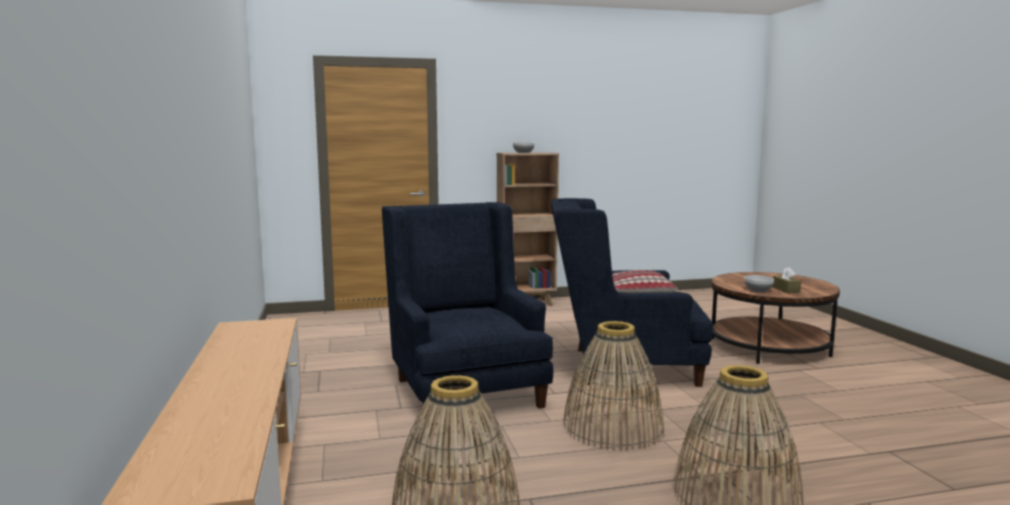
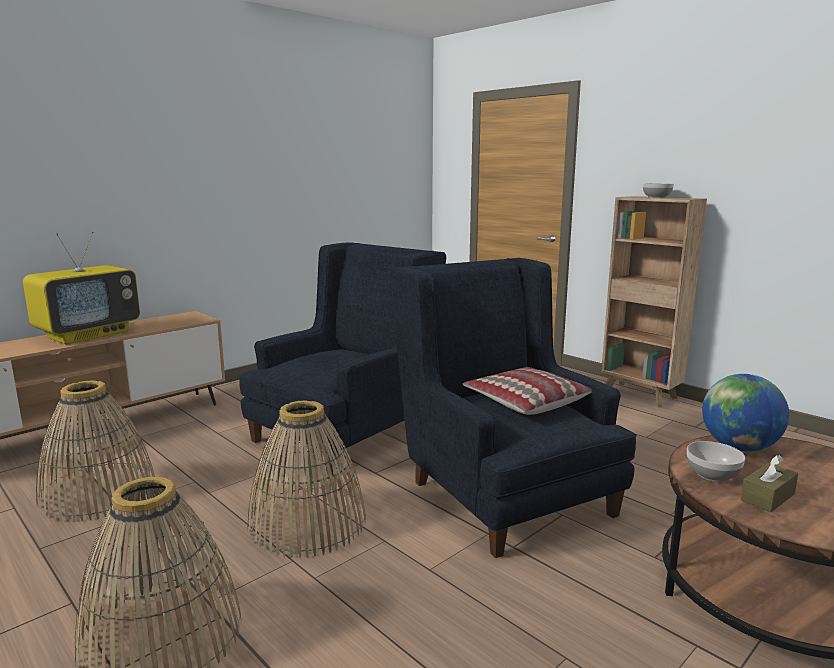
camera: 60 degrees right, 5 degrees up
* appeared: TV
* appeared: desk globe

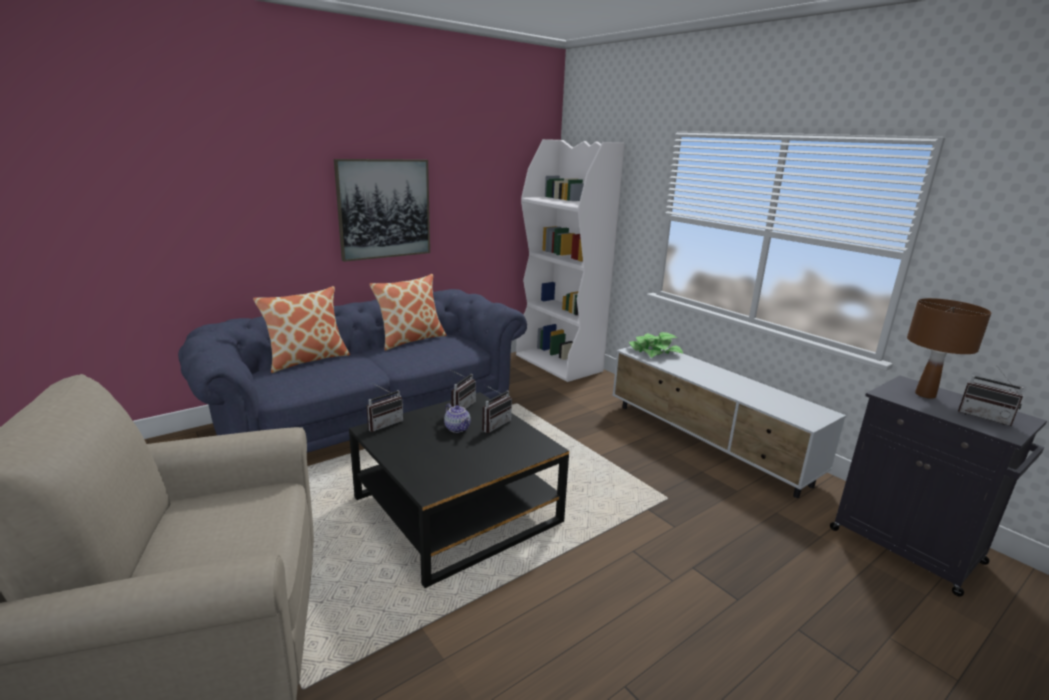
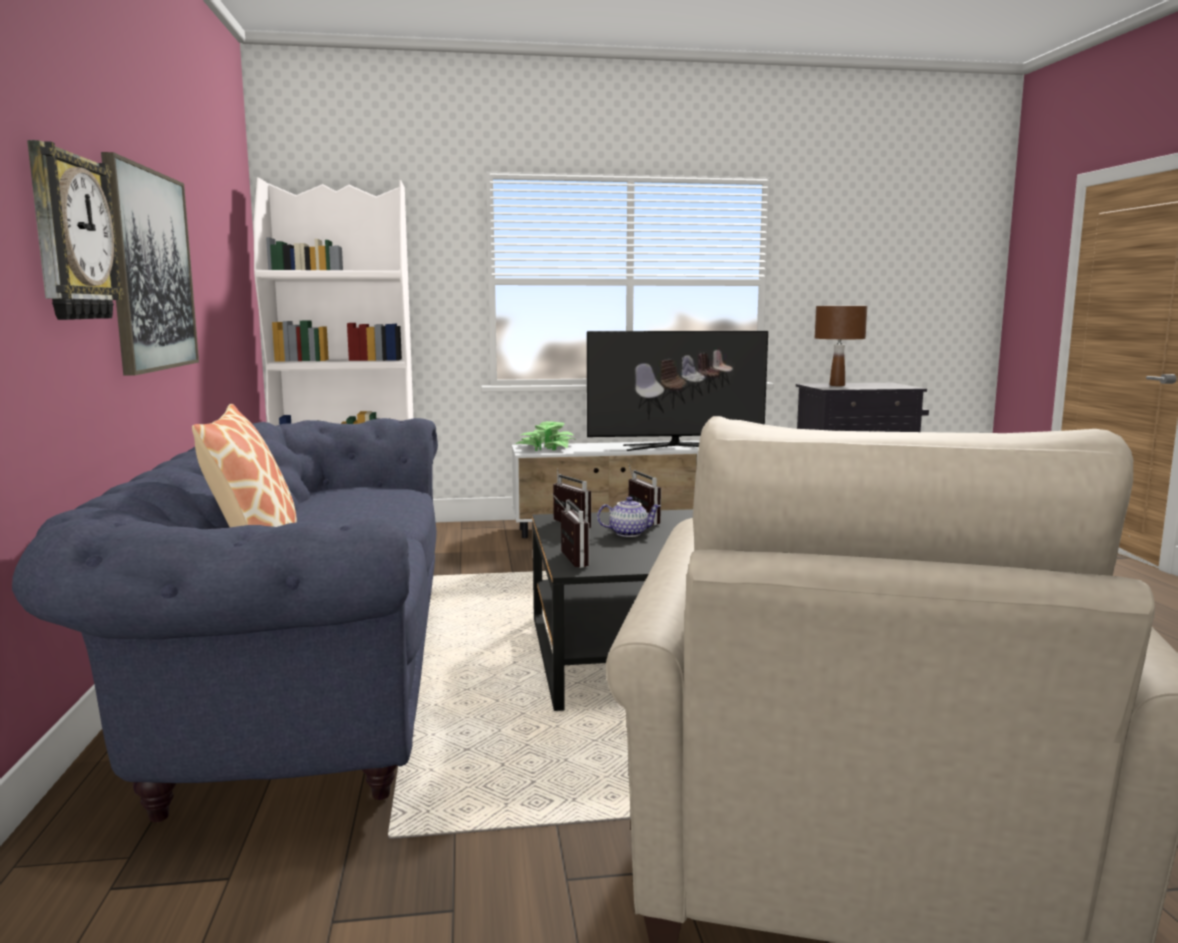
camera: 60 degrees left, 10 degrees down
* missing: cushion (no. 2 from left)
* missing: radio receiver (no. 4 from left)
* appeared: clock on the wall
* appeared: TV

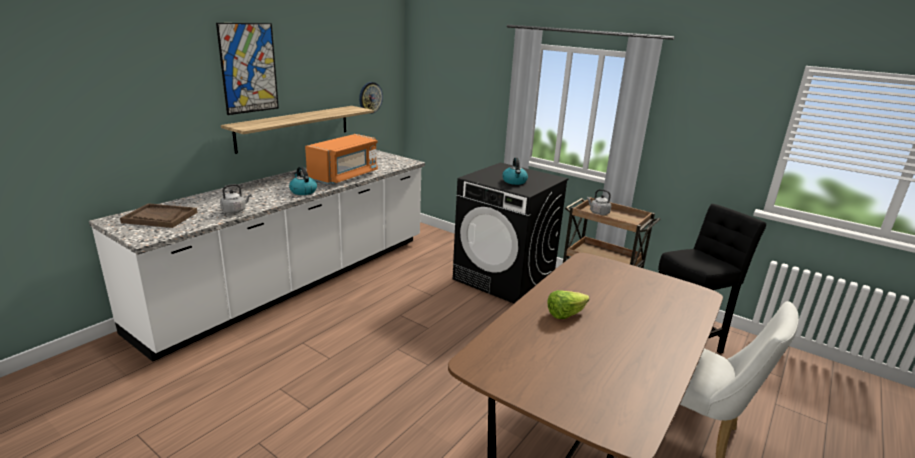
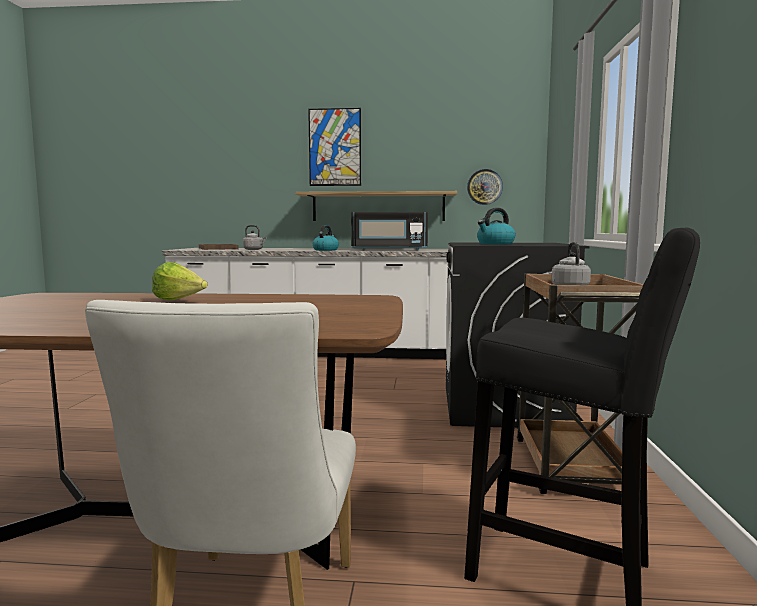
camera: 60 degrees right, 15 degrees down
* colour: kitchen microwave (orange) to kitchen microwave (black-coloured)

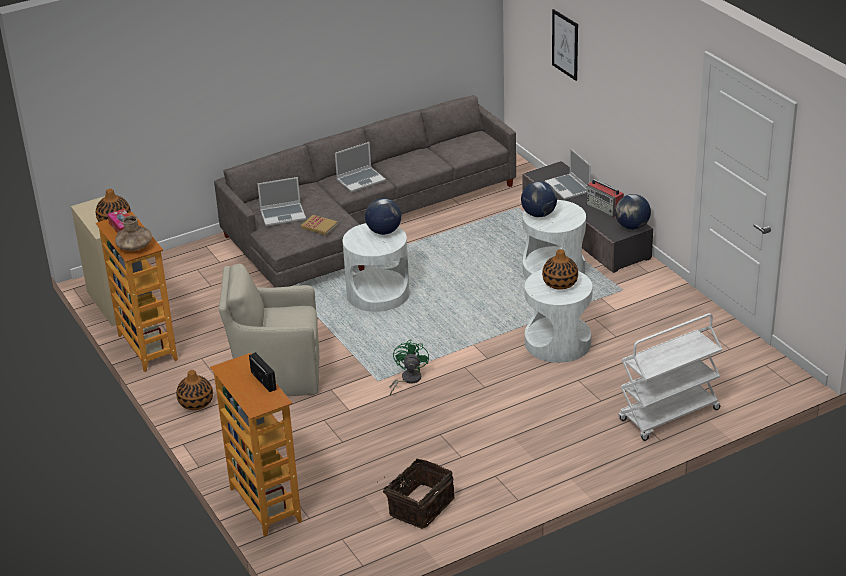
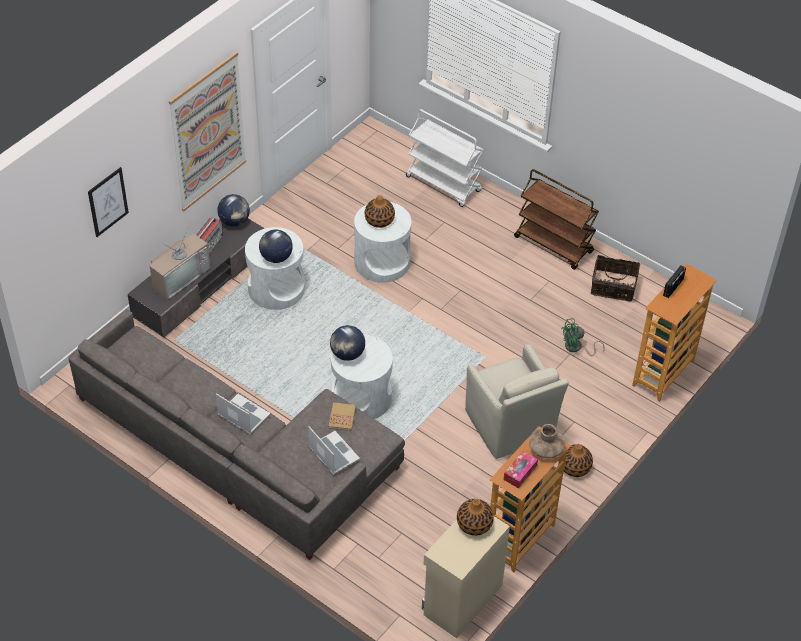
camera: 115 degrees left, 15 degrees up
* relocated: electric fan (green-coloured)
* exchanged: notebook computer (no. 3 from left) to TV
* appeared: picture (no. 2 from left)
* appeared: trolley (brown-coloured)

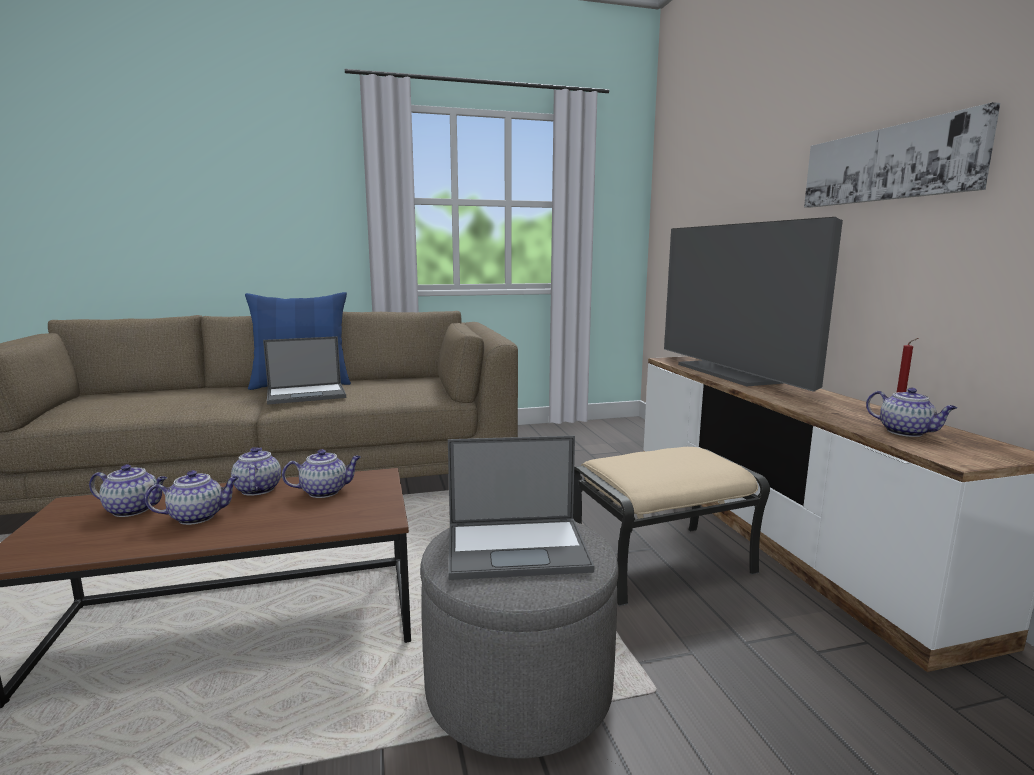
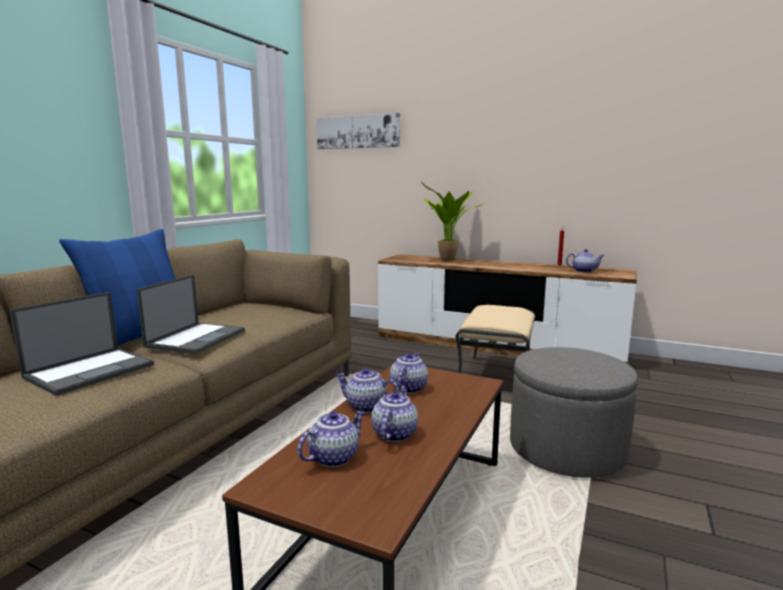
camera: 50 degrees left, 0 degrees up
* relocated: notebook computer (no. 2 from left in the first image) to notebook computer (no. 1 from left)
* exchanged: TV to potted plant
* relocated: picture

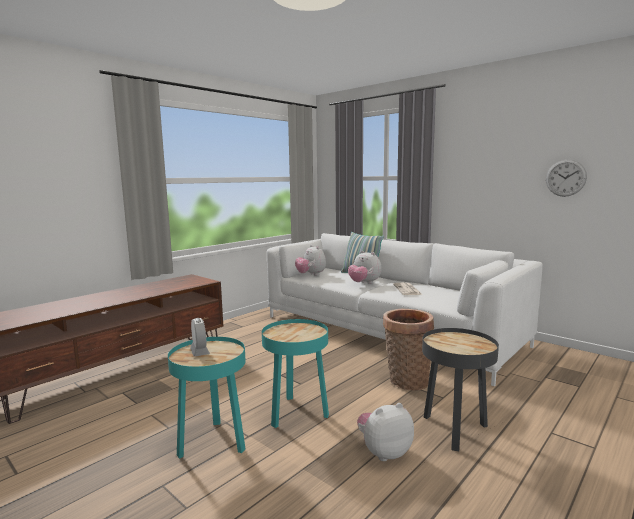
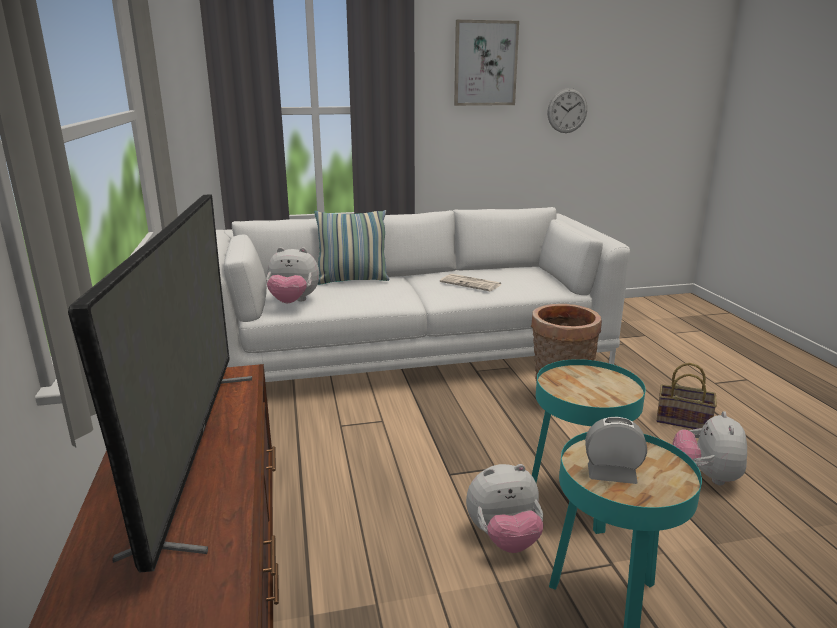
camera: 55 degrees left, 10 degrees up
* relocated: soft toy (no. 2 from left)
* exchanged: side table (black-coloured) to household basket (no. 2 from left)
* appeared: TV
* appeared: picture

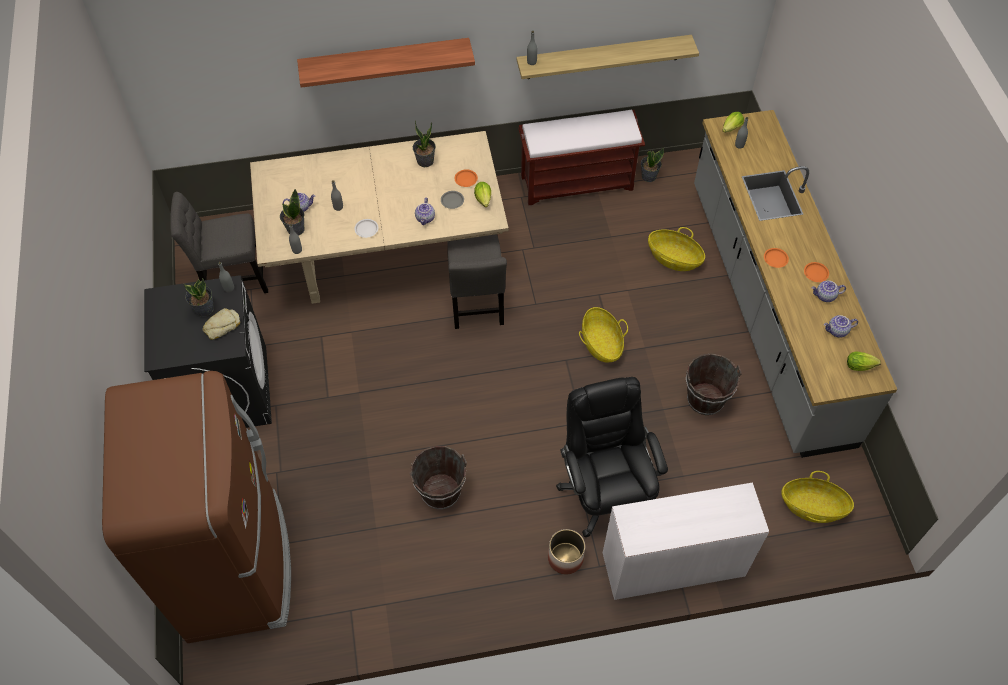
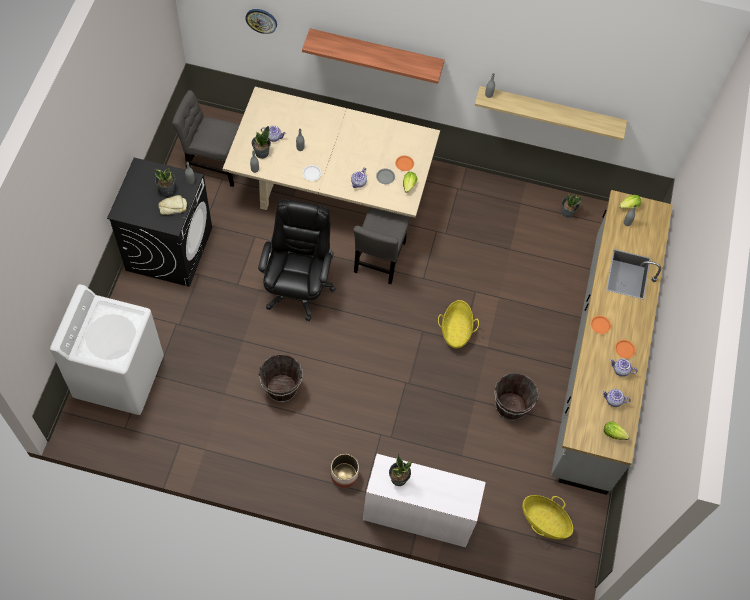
camera: 20 degrees right, 5 degrees up
* exchanged: fridge (brown-coloured) to washing machine (white-coloured)
* relocated: potted plant (no. 3 from left)
* missing: long seat (brown-coloured)
* relocated: computer chair (black-coloured)
* missing: household basket (no. 2 from left)
* appeared: clock on the wall

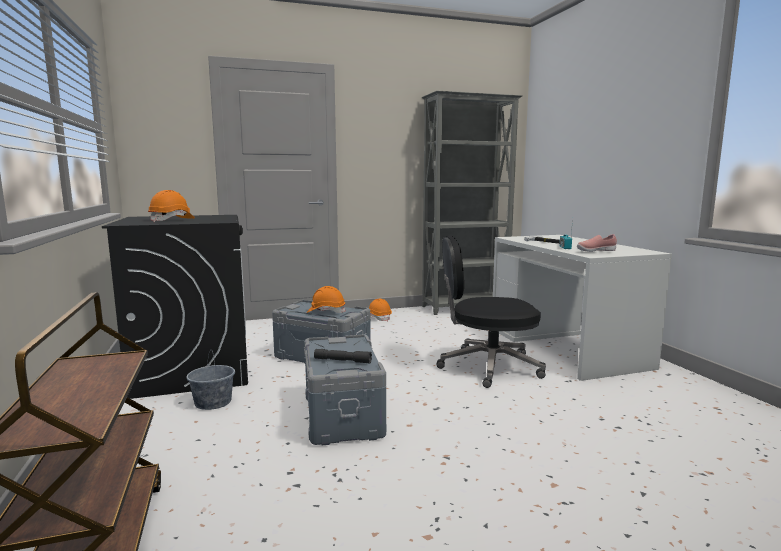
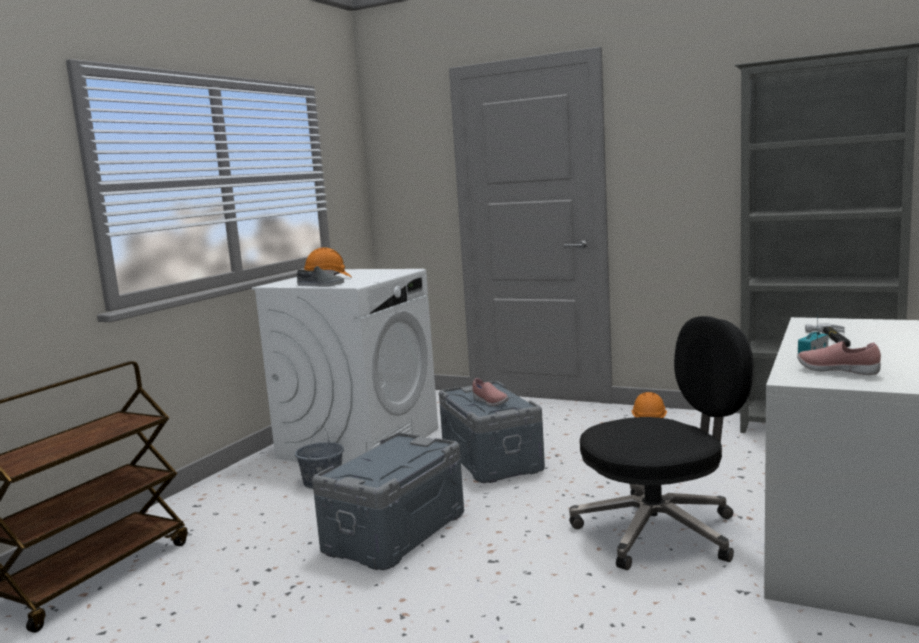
camera: 45 degrees right, 0 degrees up
* colour: washing machine (black-coloured) to washing machine (white-coloured)
* exchanged: hard hat (orange) (no. 2 from left) to shoe (pink) (no. 1 from left)
* missing: flashlight (greyish)
* spun: computer chair (black-coloured) 120 degrees clockwise
* appeared: shoe (greyish)

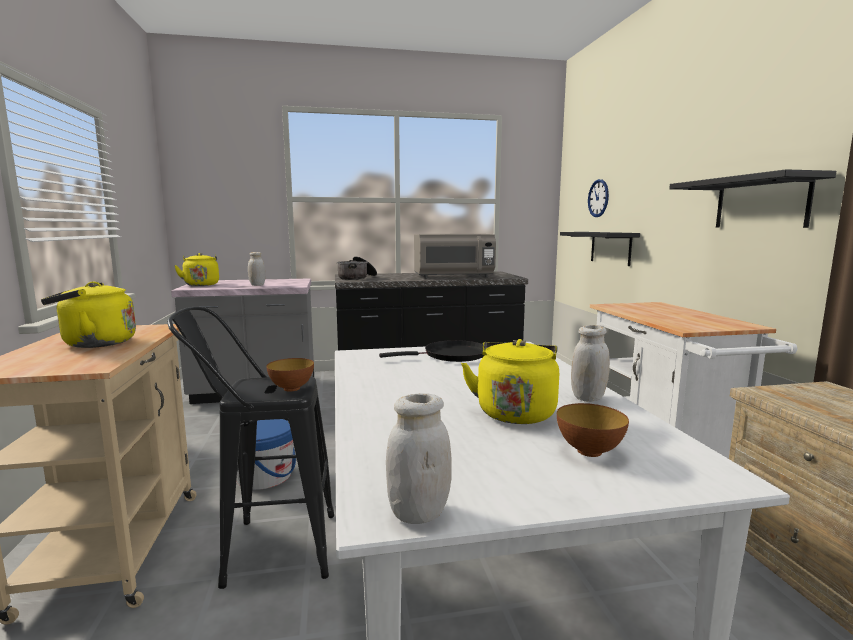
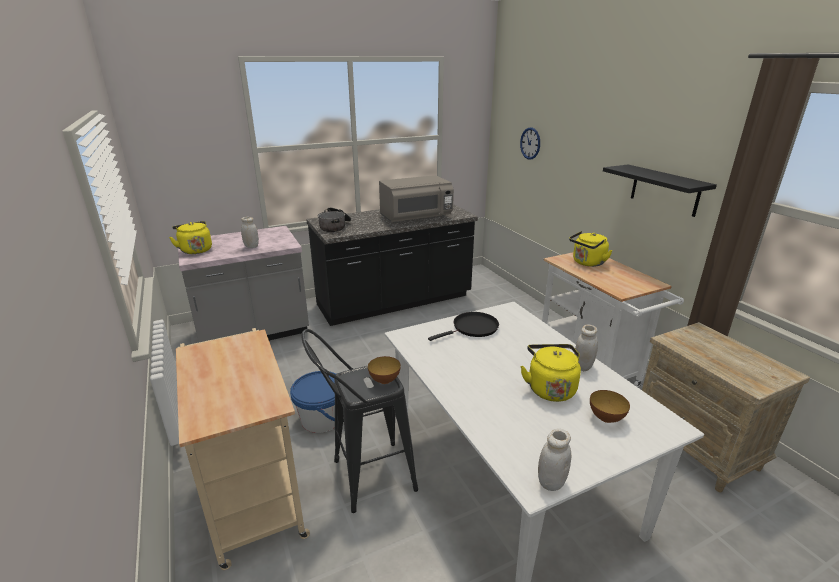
camera: 15 degrees left, 15 degrees up
* relocated: tea kettle (yellow) (no. 1 from left in the first image) to tea kettle (yellow) (no. 3 from left)
* missing: bracket shelf (black-coloured) (no. 1 from left)

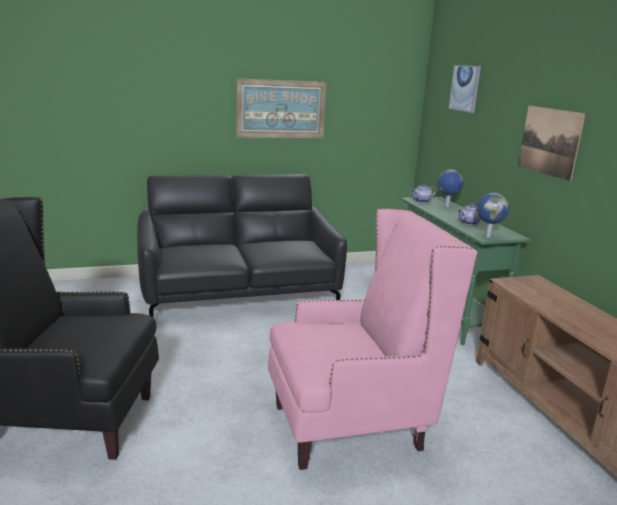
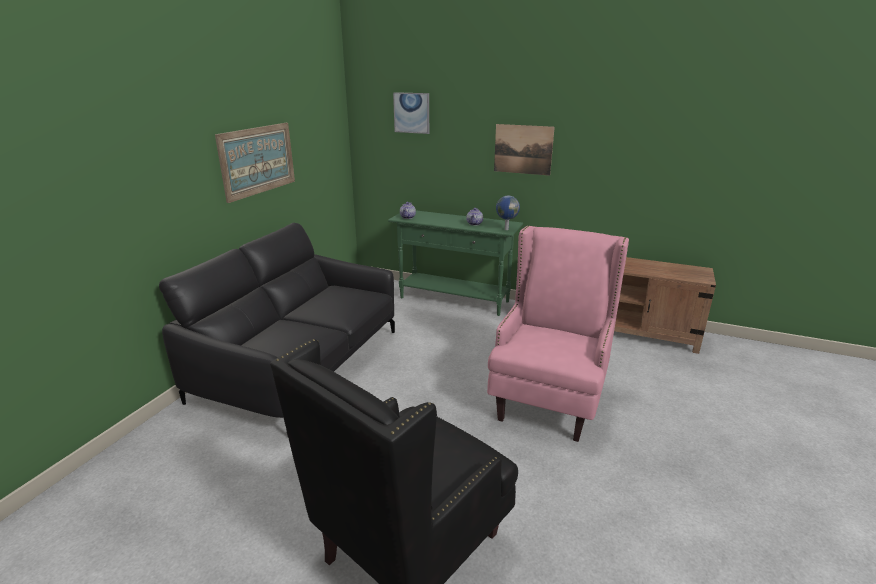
camera: 50 degrees left, 5 degrees up
* missing: desk globe (no. 1 from left)

